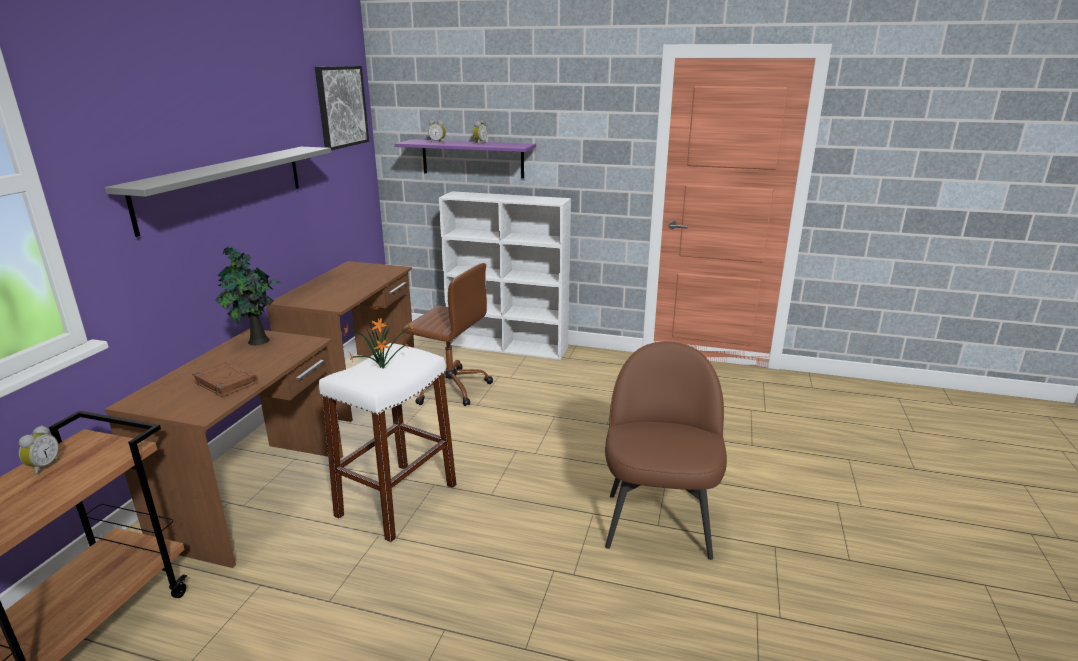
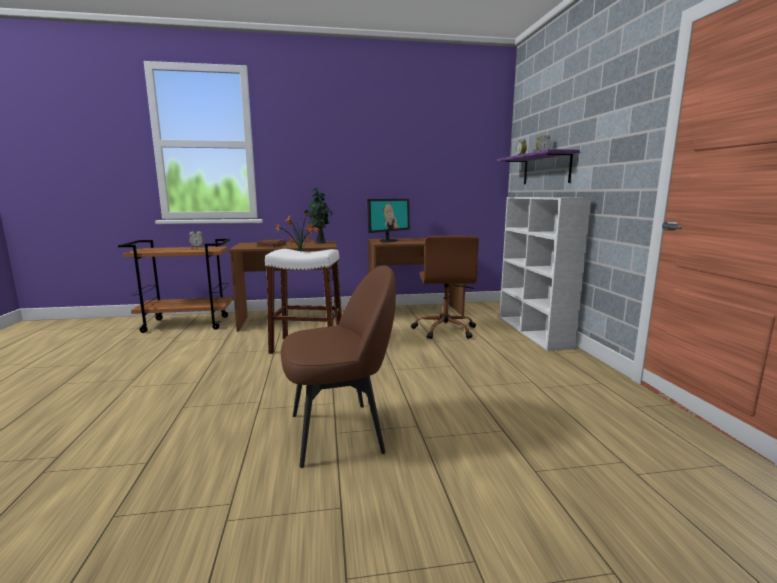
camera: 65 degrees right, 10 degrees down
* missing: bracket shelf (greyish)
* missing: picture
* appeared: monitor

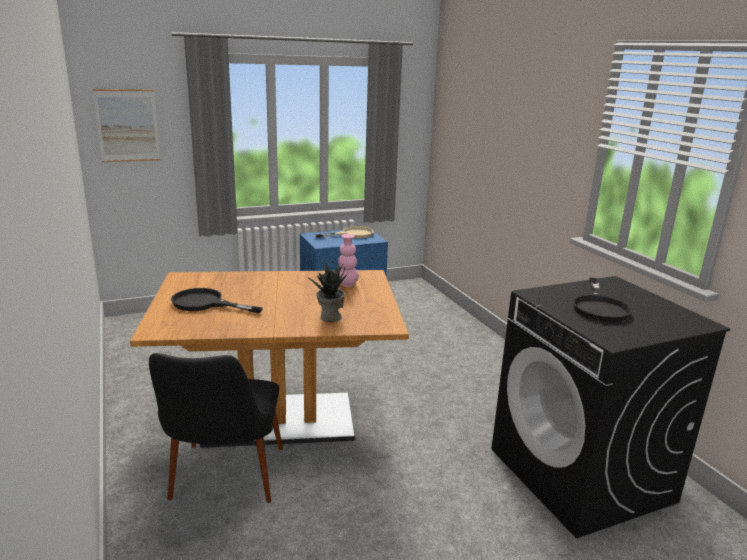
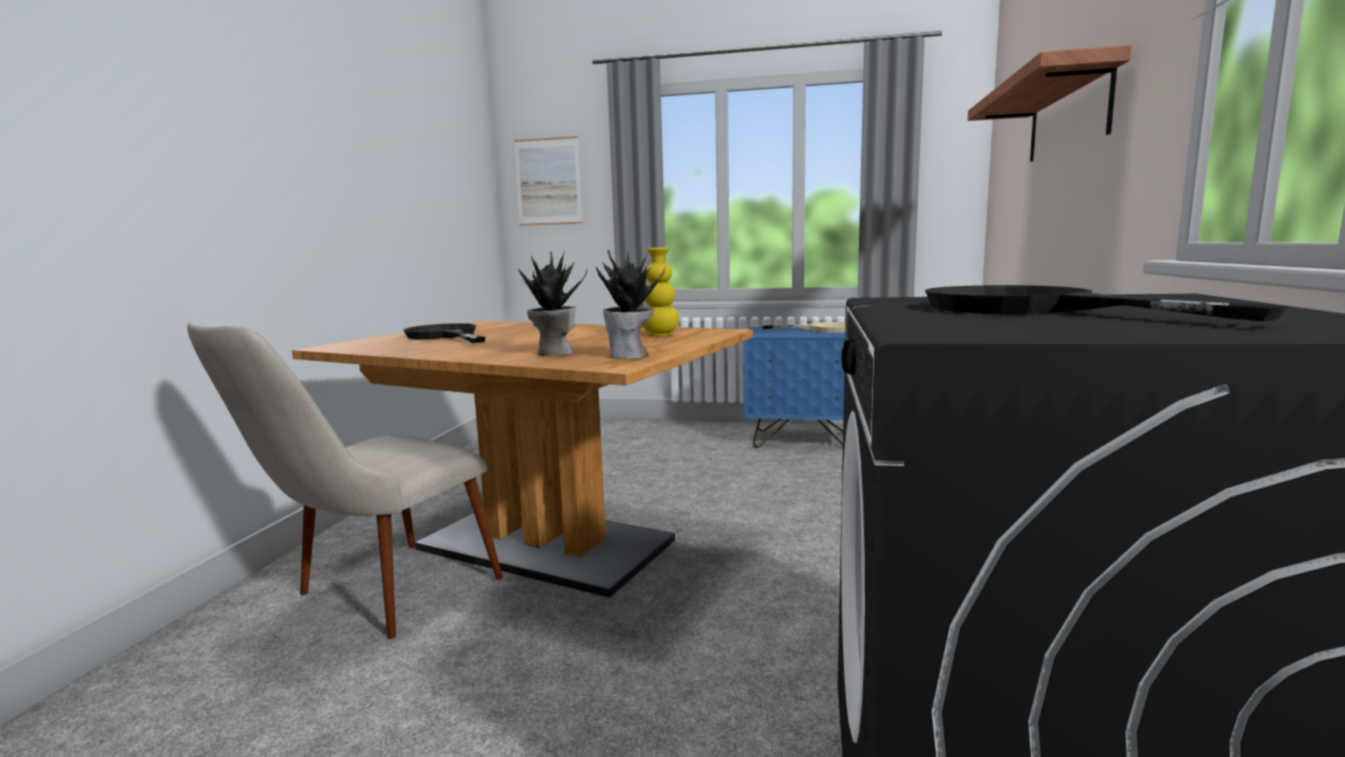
camera: 35 degrees right, 10 degrees down
* colour: chair (black-coloured) to chair (beige-coloured)
* colour: decorative vase (pink) to decorative vase (yellow)
* spun: skillet (black-coloured) (no. 2 from left) 105 degrees clockwise
* appeared: potted plant (no. 2 from left)
* appeared: bracket shelf

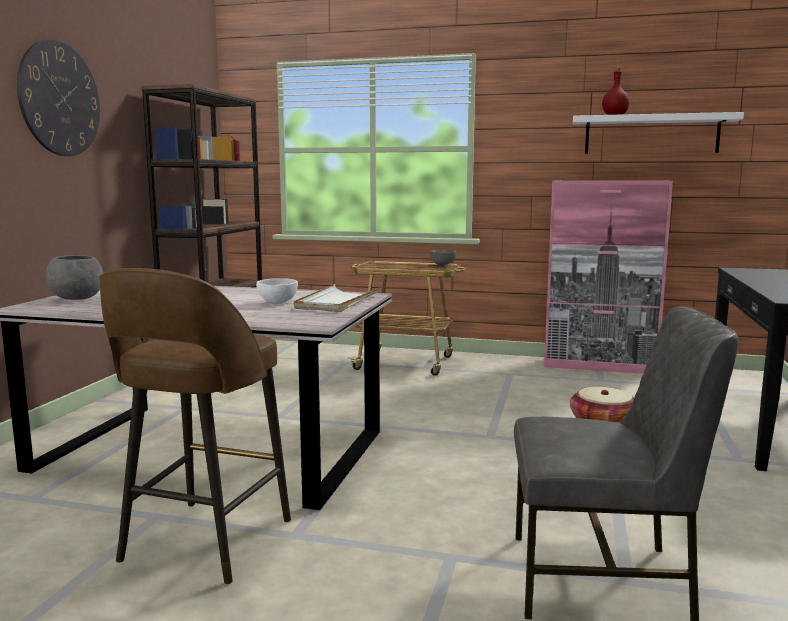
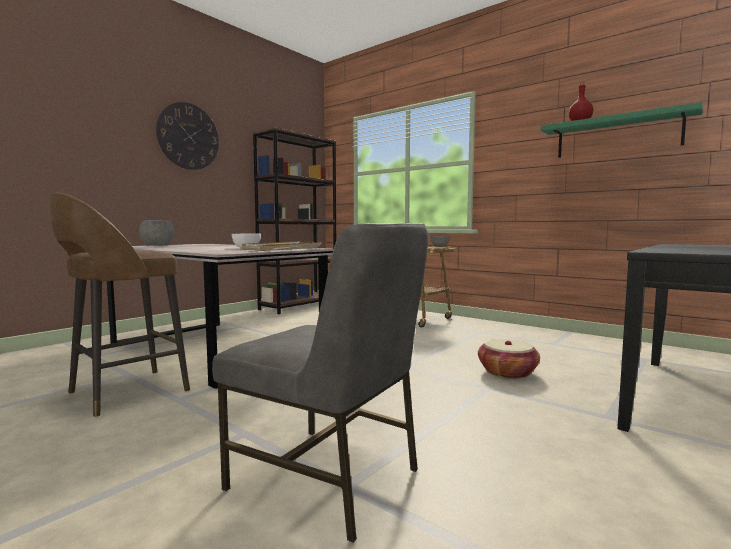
camera: 25 degrees right, 5 degrees down
* missing: cabinet (pink)
* colour: bracket shelf (white-coloured) to bracket shelf (green-coloured)

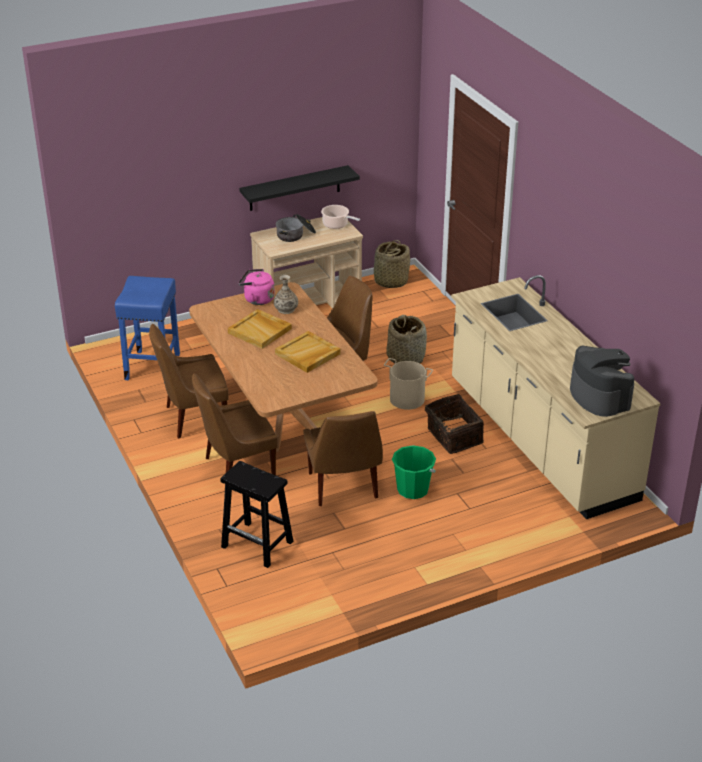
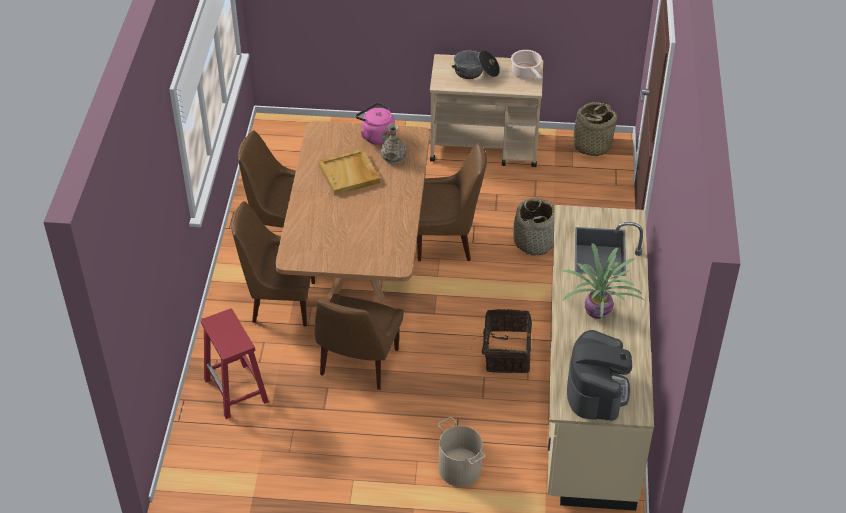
camera: 30 degrees right, 10 degrees up
* missing: stool seat (blue)
* colour: stool seat (black-coloured) to stool seat (reddish)
* missing: bracket shelf (black-coloured)
* missing: carrying tray (beige-coloured) (no. 2 from left)
* relocated: water bucket (beige-coloured)
* missing: water bucket (green-coloured)
* appeared: potted plant

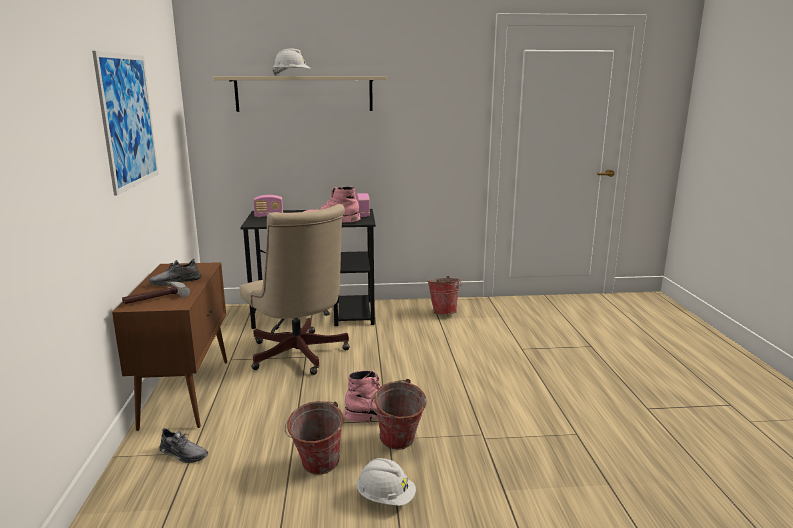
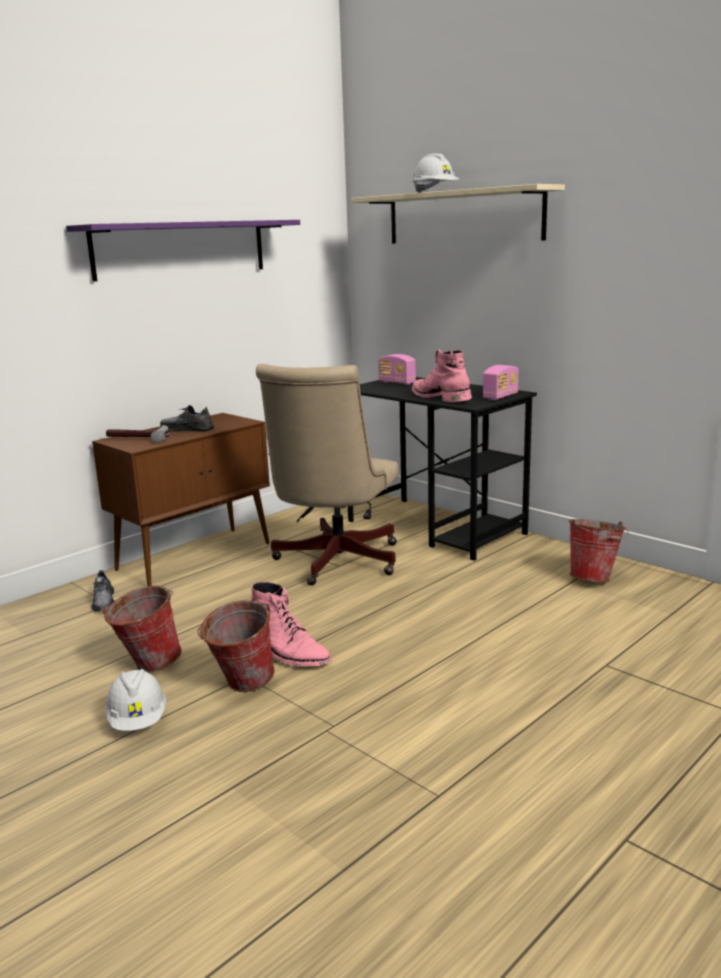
camera: 50 degrees right, 0 degrees up
* exchanged: picture to bracket shelf (purplish)

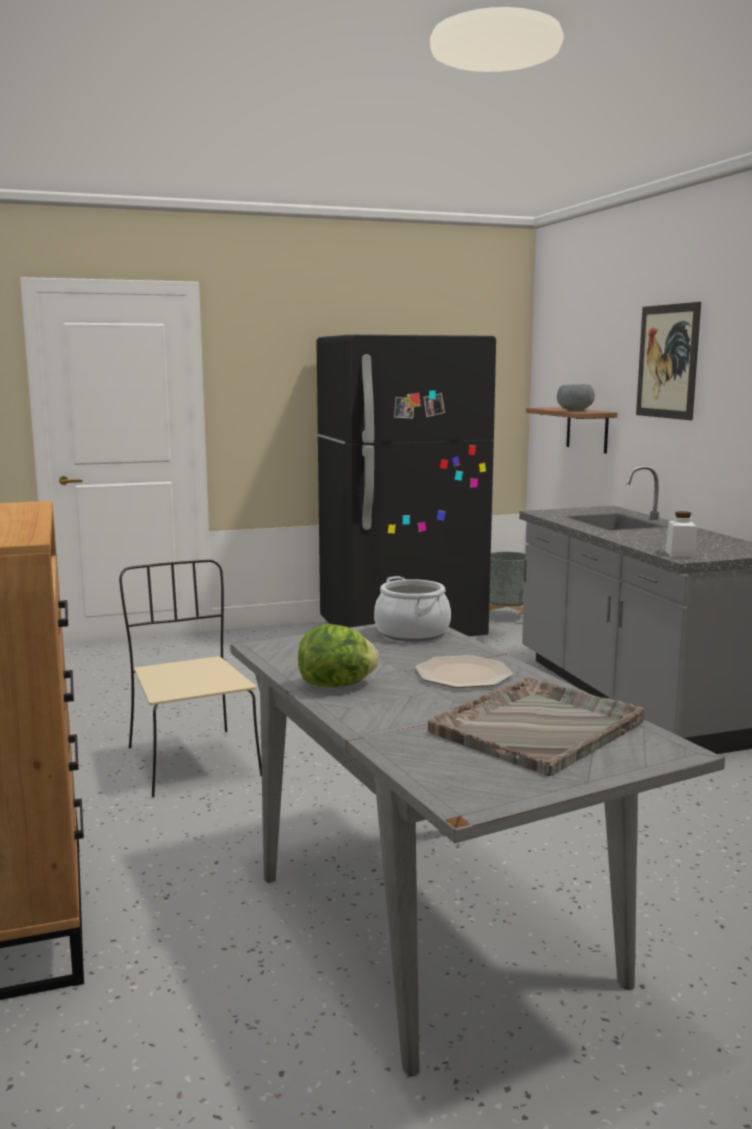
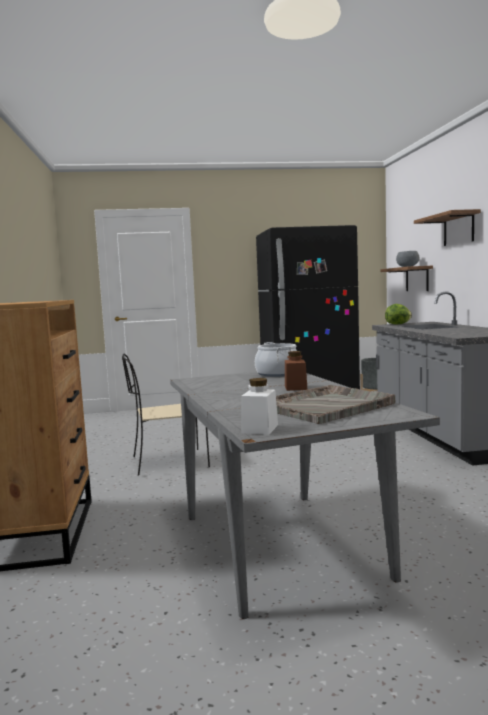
camera: 10 degrees right, 5 degrees down
* spun: chair (beige-coloured) 90 degrees counterclockwise
* relocated: head of lettuce
* exchanged: plate to preserve jar (brown-coloured)
* exchanged: picture to bracket shelf (no. 2 from left)
* relocated: preserve jar (white-coloured)

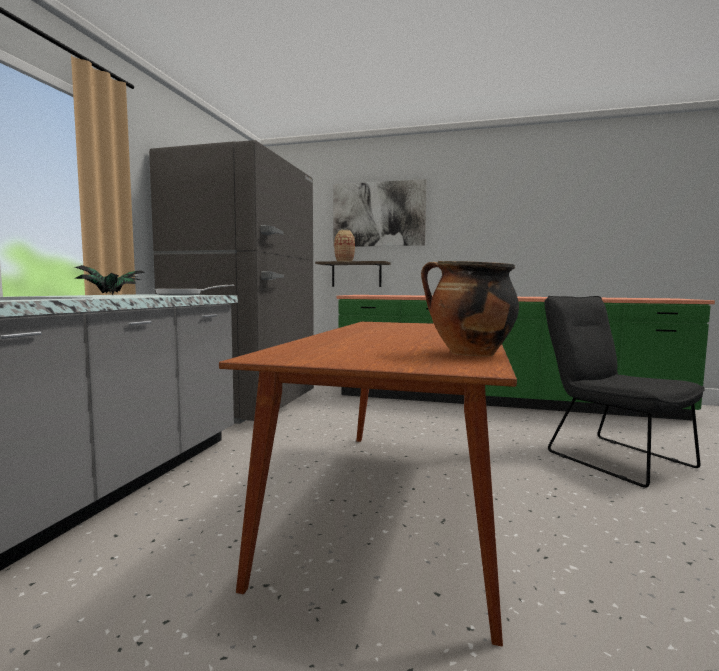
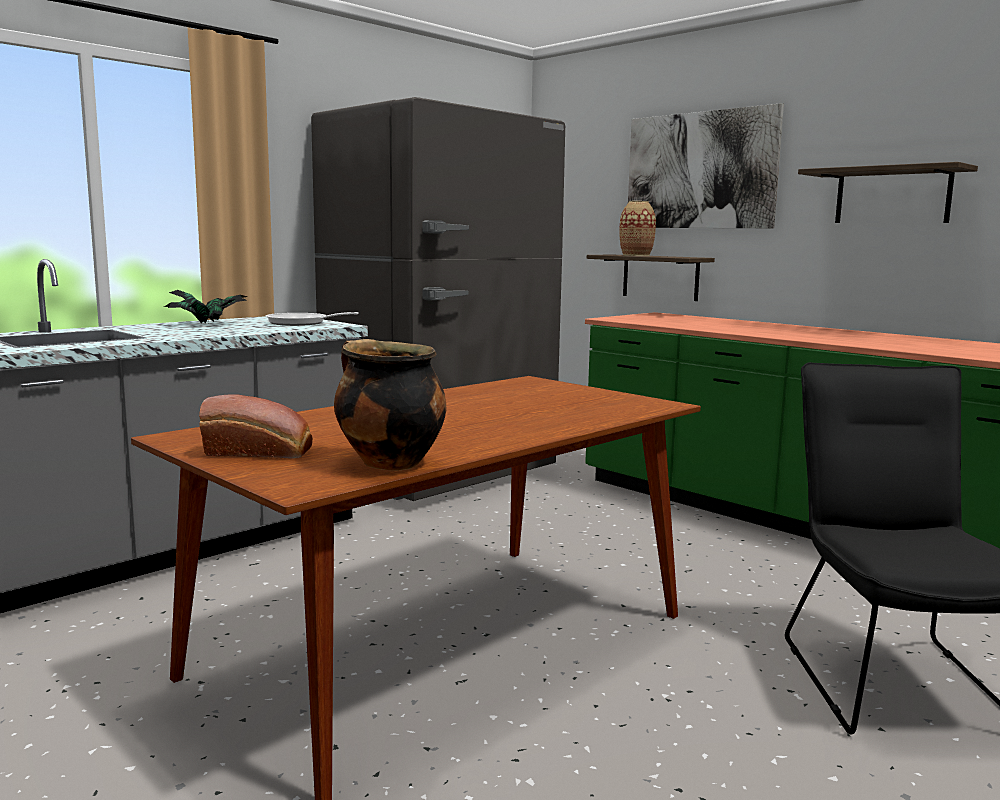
camera: 30 degrees right, 5 degrees up
* appeared: bakery bread
* appeared: bracket shelf (no. 2 from left)

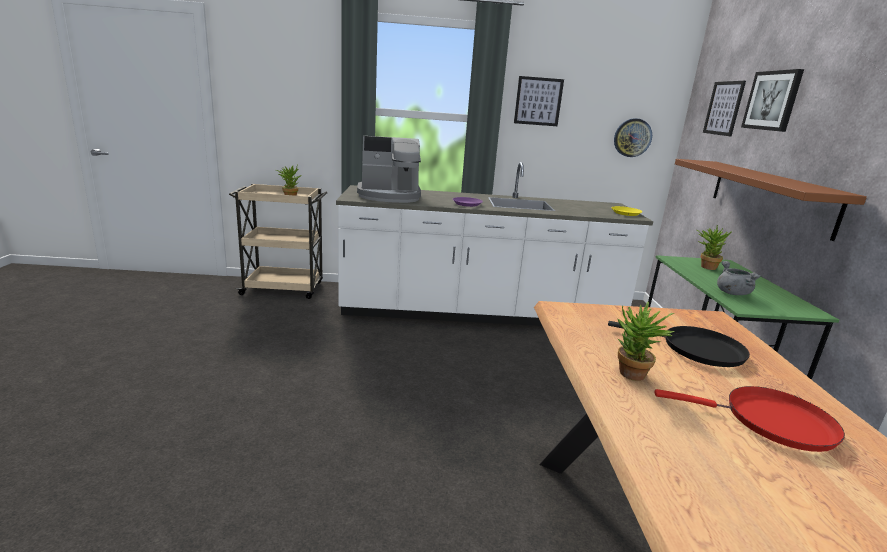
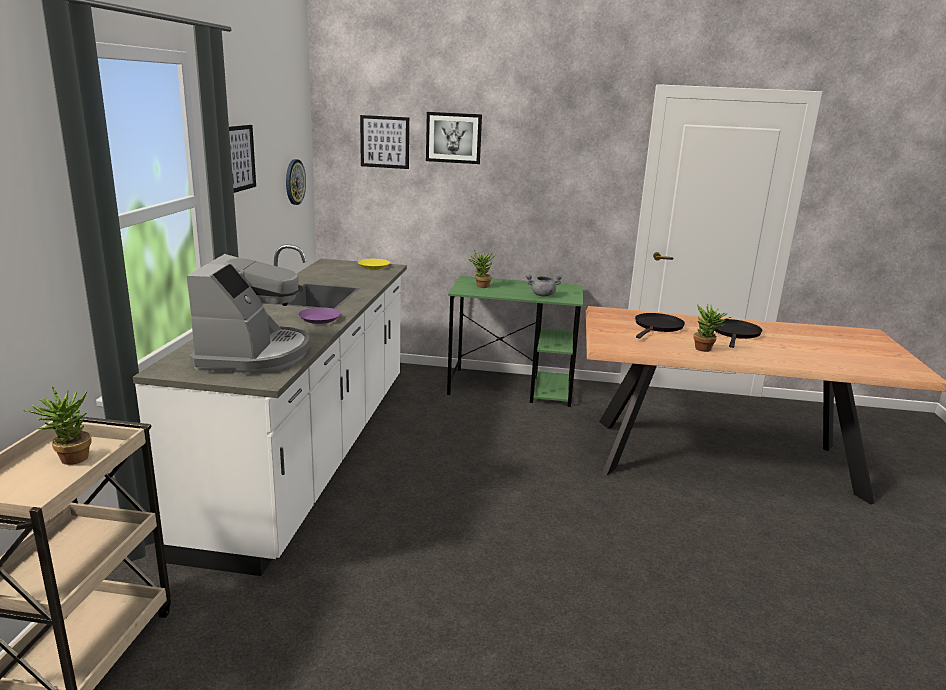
camera: 80 degrees left, 0 degrees up
* colour: skillet (reddish) to skillet (black-coloured) (no. 2 from left)
* missing: bracket shelf (brown-coloured)

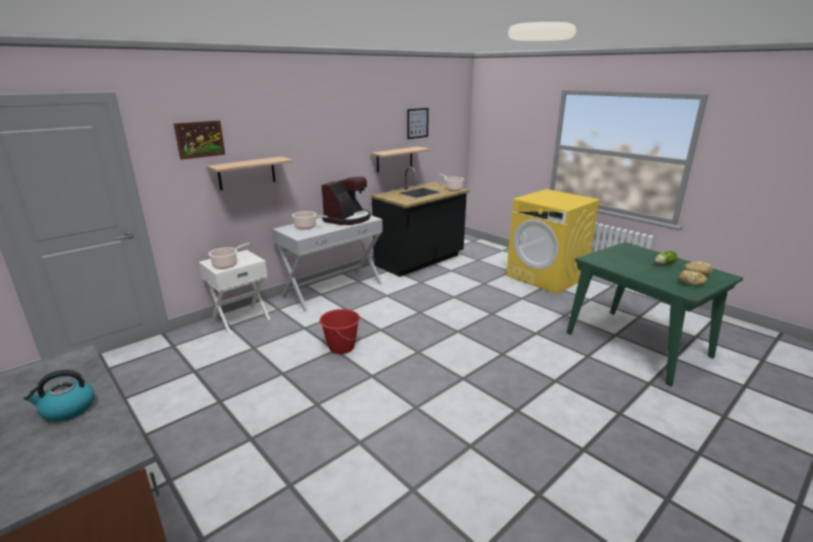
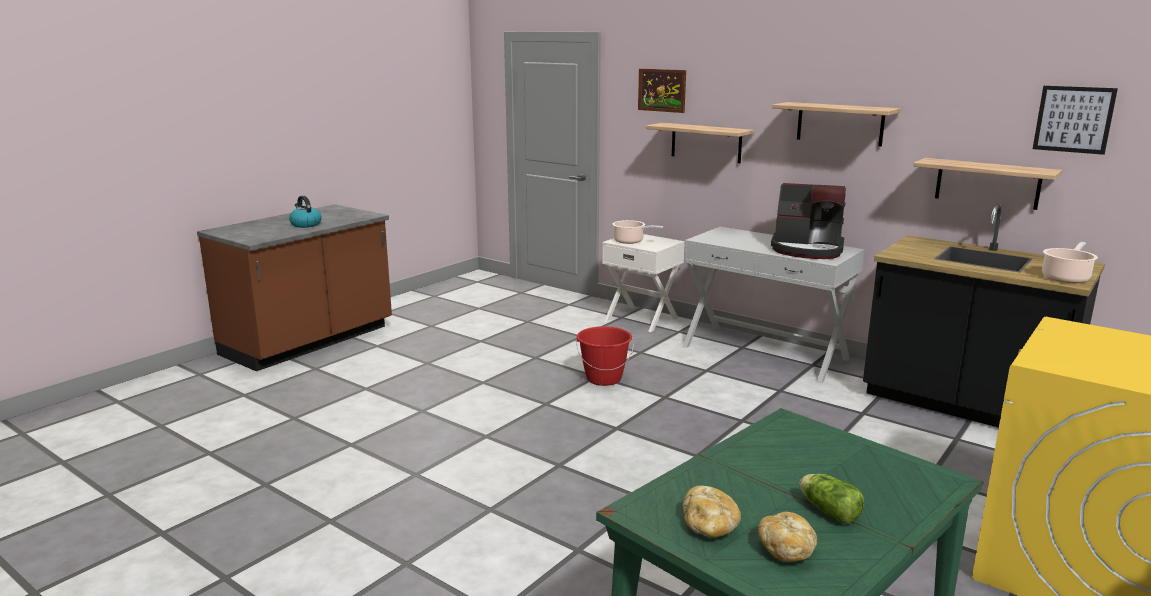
camera: 80 degrees right, 5 degrees down
* missing: saucepot (no. 2 from left)
* appeared: bracket shelf (no. 2 from left)

